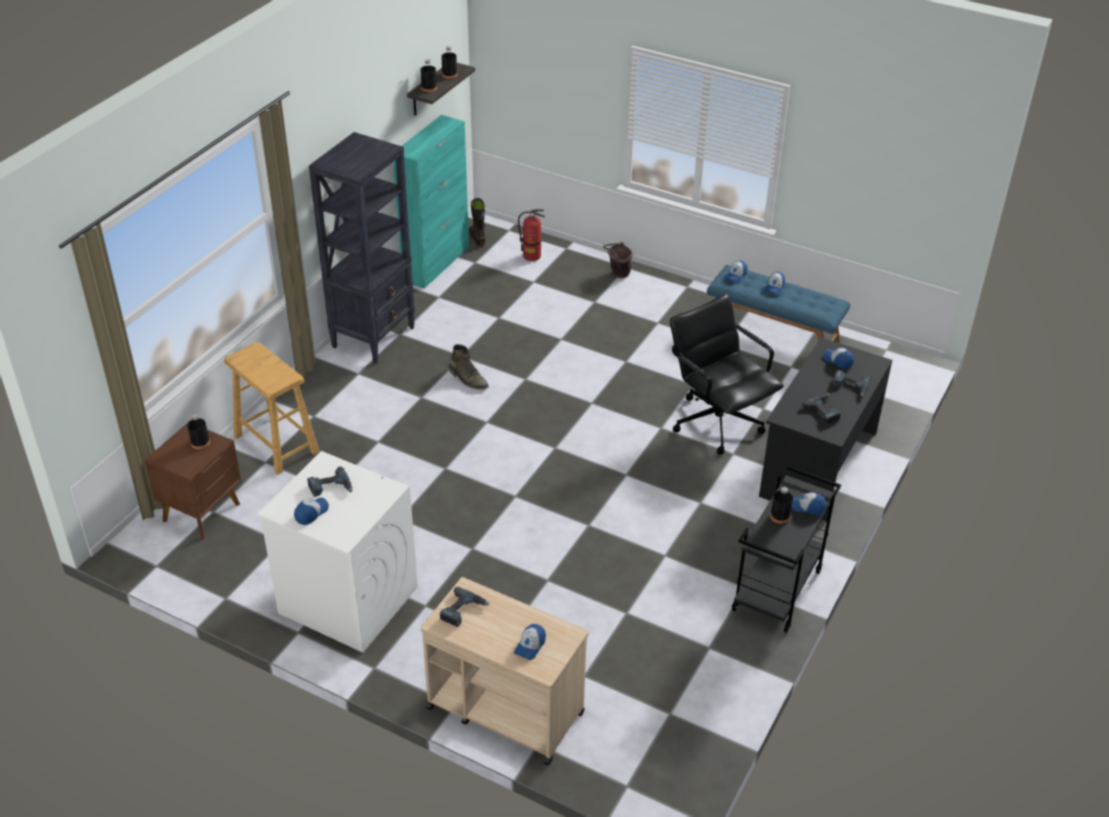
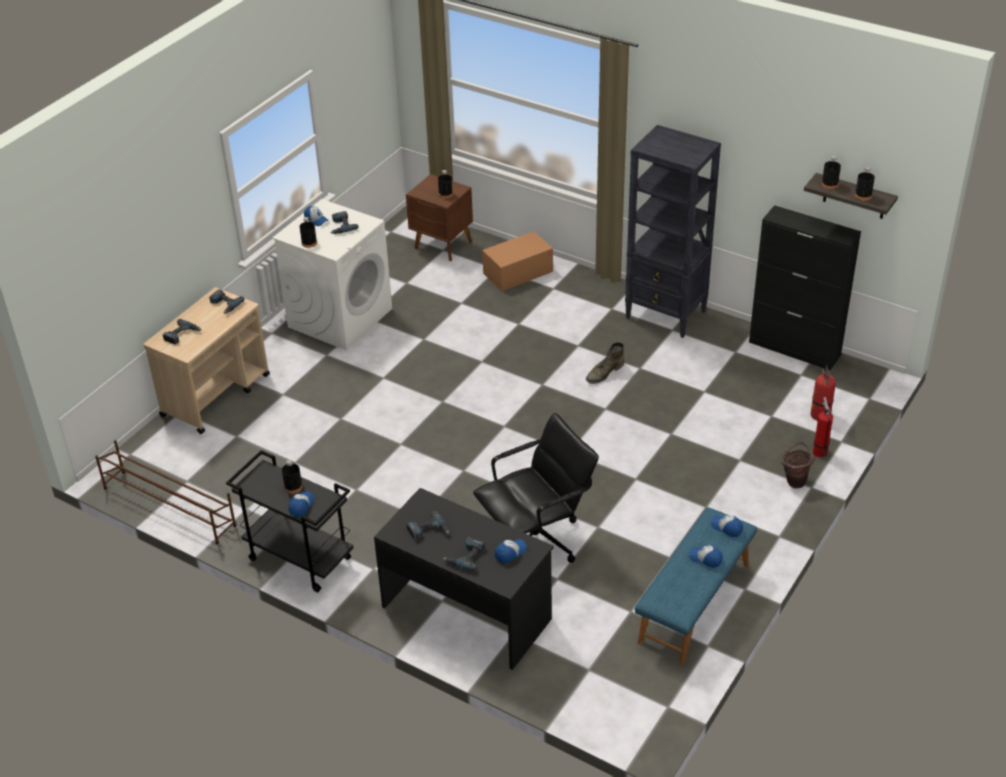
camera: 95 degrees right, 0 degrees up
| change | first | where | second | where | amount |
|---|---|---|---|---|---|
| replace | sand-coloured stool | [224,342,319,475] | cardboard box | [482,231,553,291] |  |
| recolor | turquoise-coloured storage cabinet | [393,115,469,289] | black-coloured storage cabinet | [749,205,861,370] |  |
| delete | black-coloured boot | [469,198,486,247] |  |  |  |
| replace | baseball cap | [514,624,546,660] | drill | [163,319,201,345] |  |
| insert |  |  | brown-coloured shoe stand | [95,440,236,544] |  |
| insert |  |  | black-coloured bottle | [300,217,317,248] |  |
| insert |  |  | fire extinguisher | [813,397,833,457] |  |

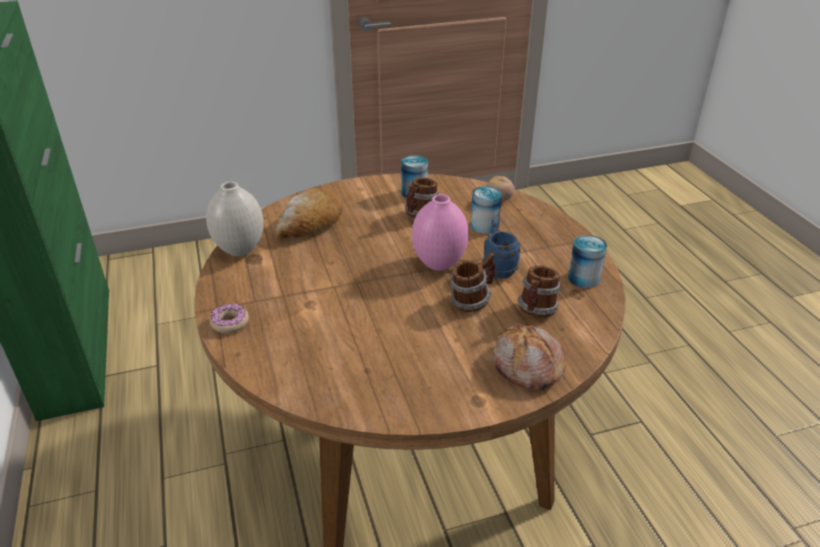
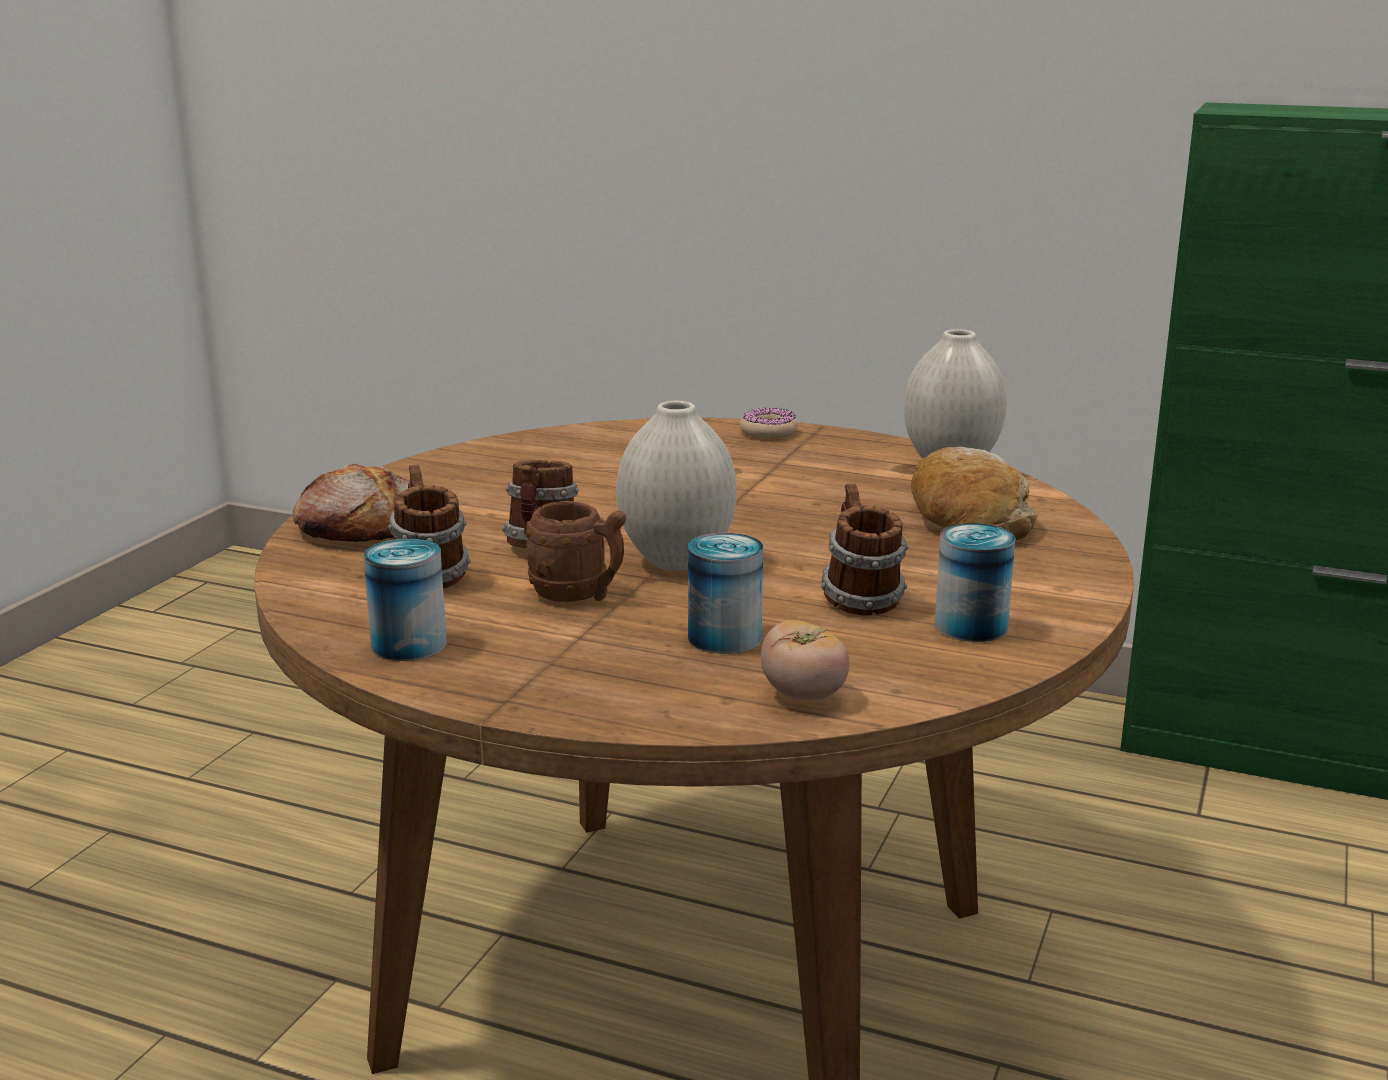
camera: 130 degrees right, 15 degrees down
| change | first | where | second | where | amount |
|---|---|---|---|---|---|
| recolor | pink decorative vase | [412,194,469,271] | white-coloured decorative vase | [616,401,737,571] |  |
| recolor | bluish mug | [483,220,520,279] | brown-coloured mug | [526,501,626,602] |  |

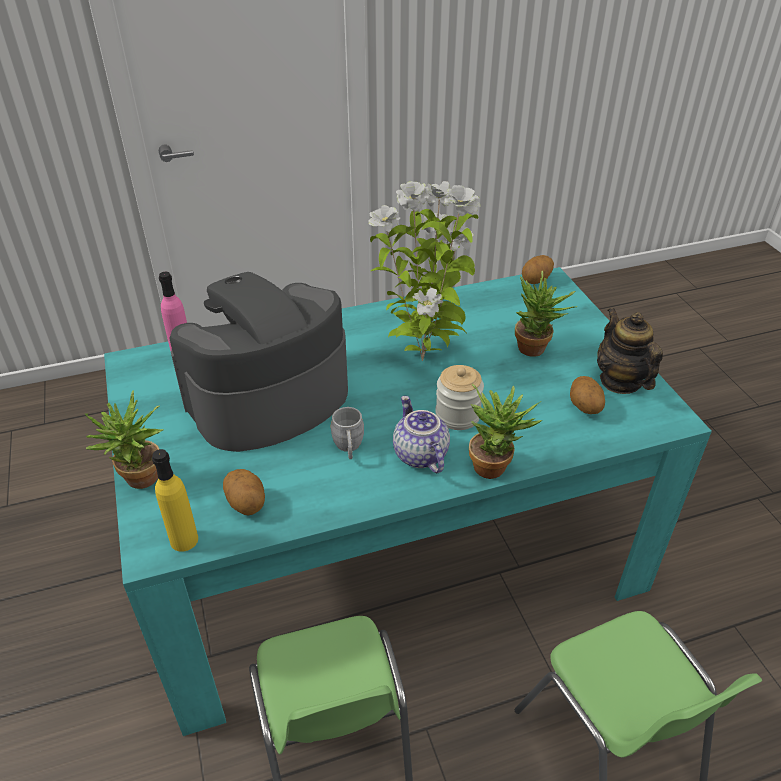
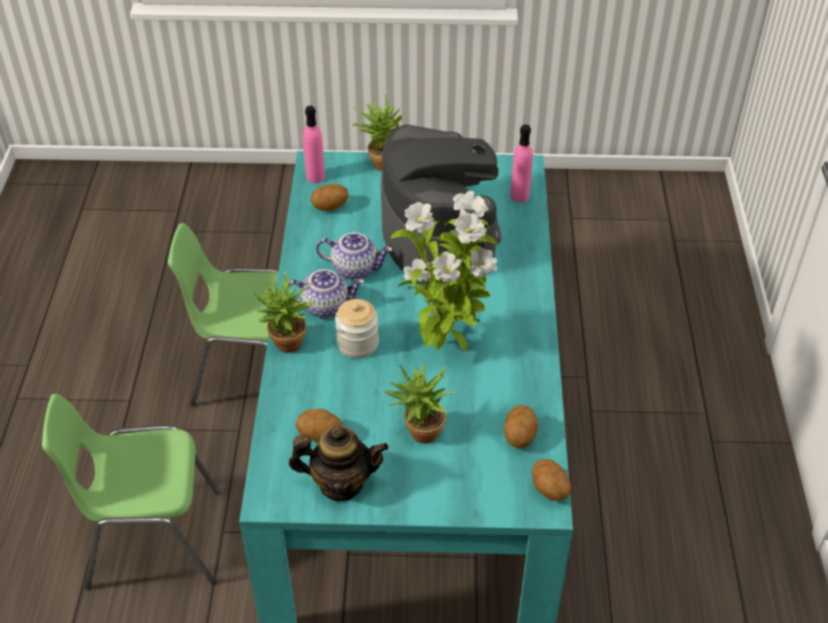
camera: 110 degrees right, 5 degrees up
| change | first | where | second | where | amount |
|---|---|---|---|---|---|
| recolor | yellow-coloured bottle | [152,449,198,552] | pink bottle | [303,106,325,183] |  |
| replace | gray mug | [330,407,364,459] | pot for tea | [316,233,393,280] |  |
| insert |  |  | whole potato | [504,405,538,448] |  |

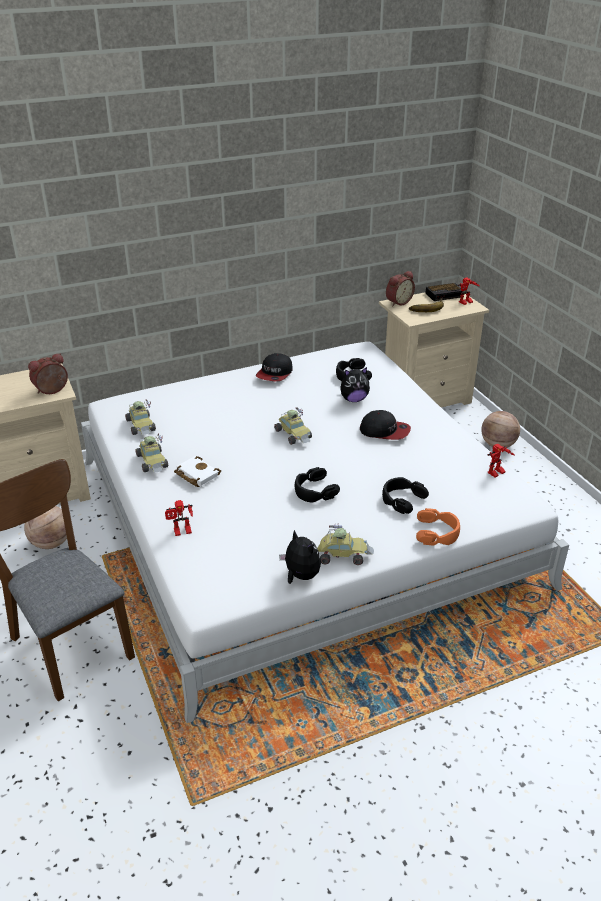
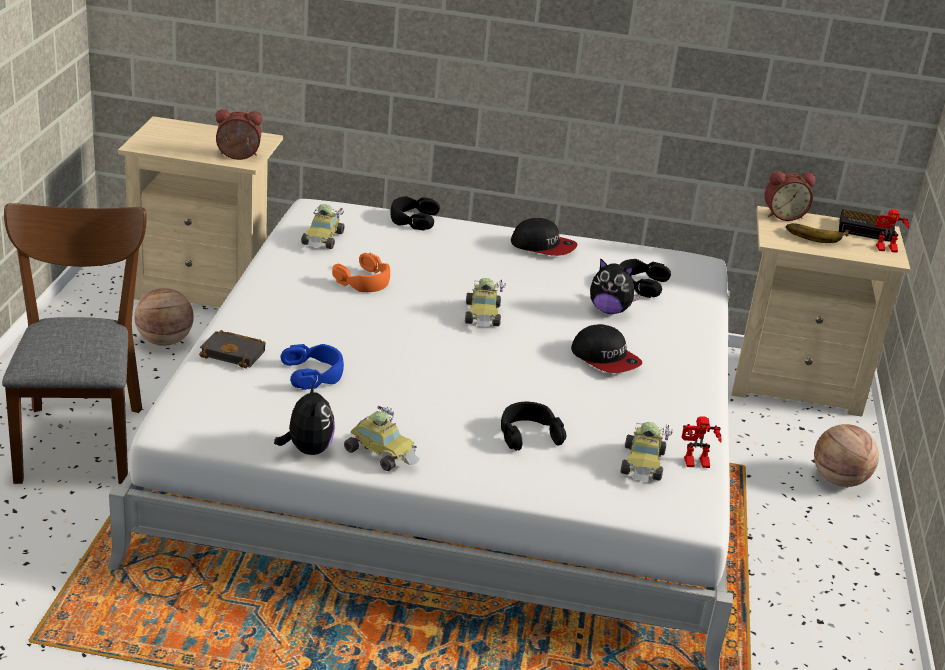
camera: 30 degrees right, 5 degrees down
| change | first | where | second | where | amount |
|---|---|---|---|---|---|
| move | model car | [136,434,168,472] |  | [620,422,673,481] |  |
| replace | model robot | [165,500,193,536] | black-coloured book | [199,330,266,368] |  |
| delete | white-coloured book | [174,456,221,487] |  |  |  |
| rotate | baseball cap | [256,353,293,381] |  | [511,218,578,256] | 120 degrees counterclockwise |
| move | black-coloured headphones | [295,467,340,503] |  | [390,196,440,231] |  |
| move | orange-coloured headphones | [416,508,460,546] |  | [332,253,390,292] |  |
| insert |  |  | bluish headphones | [281,344,344,390] |  |

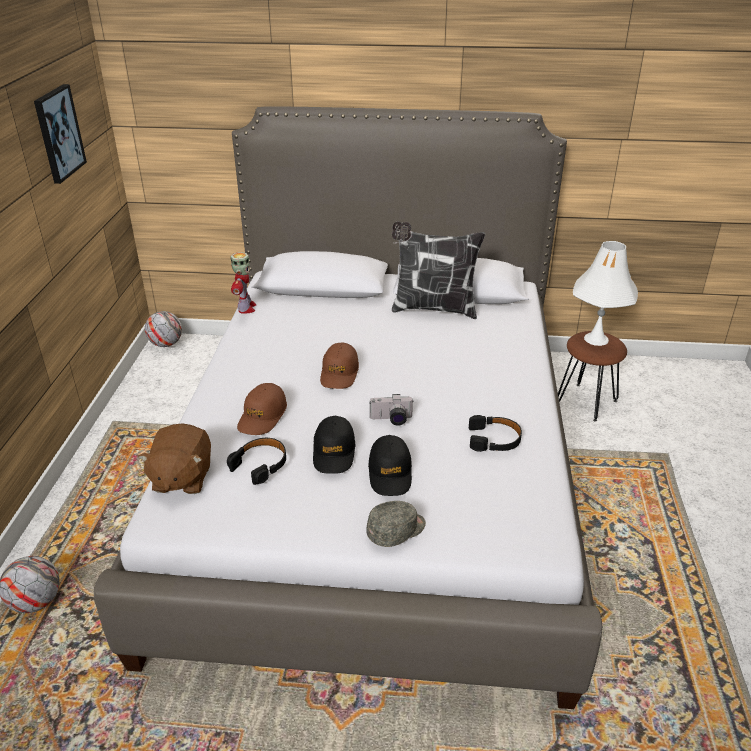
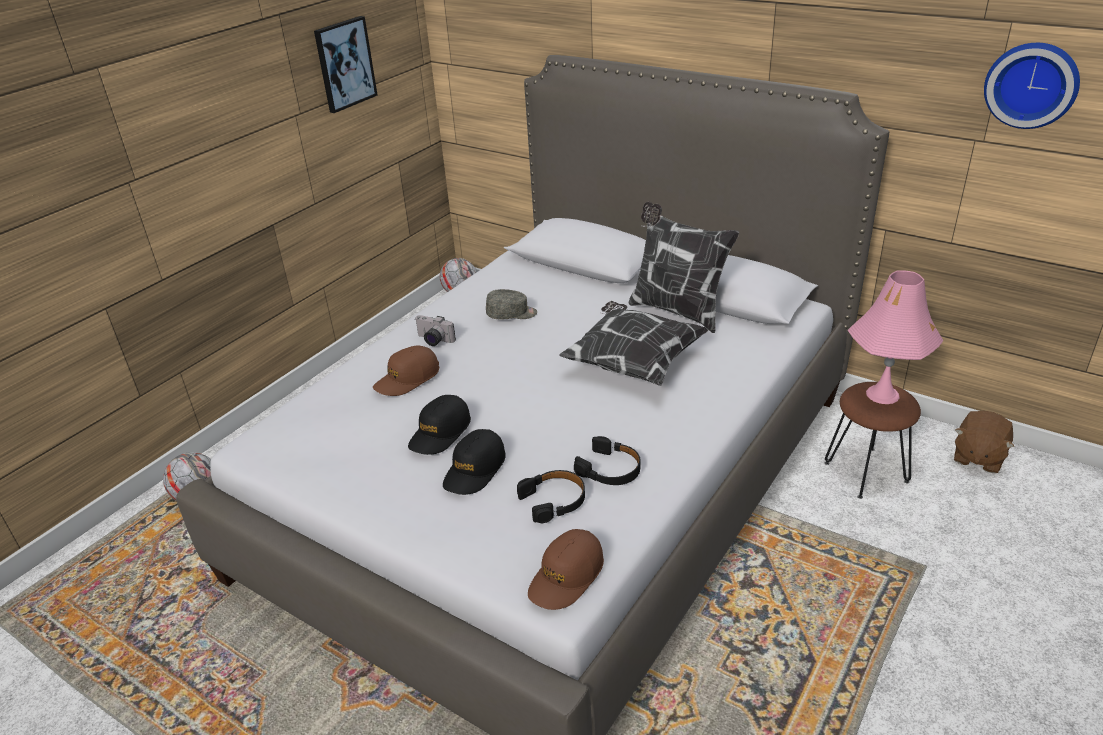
camera: 30 degrees right, 0 degrees up
| change | first | where | second | where | amount |
|---|---|---|---|---|---|
| move | brown-coloured soft toy | [138,423,211,494] |  | [954,411,1014,473] |  |
| move | black-coloured headphones | [227,438,286,485] |  | [517,470,585,523] |  |
| delete | model robot | [230,252,256,314] |  |  |  |
| move | brown-coloured baseball cap | [320,342,359,389] |  | [528,529,604,610] |  |
| move | gray baseball cap | [366,501,426,547] |  | [486,289,537,320] |  |
| move | still camera | [369,394,414,426] |  | [415,315,456,346] |  |
| recolor | white-coloured tabletop lamp | [573,241,638,346] | pink tabletop lamp | [848,270,944,404] |  |
| insert |  |  | throw pillow | [559,301,709,386] |  |
| insert |  |  | hanging clock | [984,43,1080,129] |  |

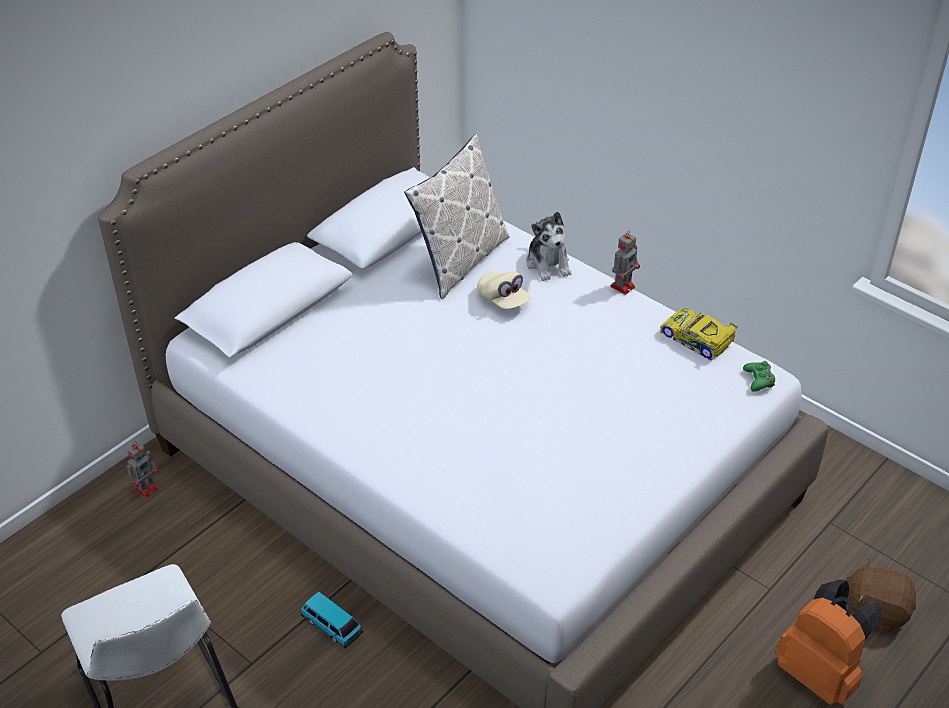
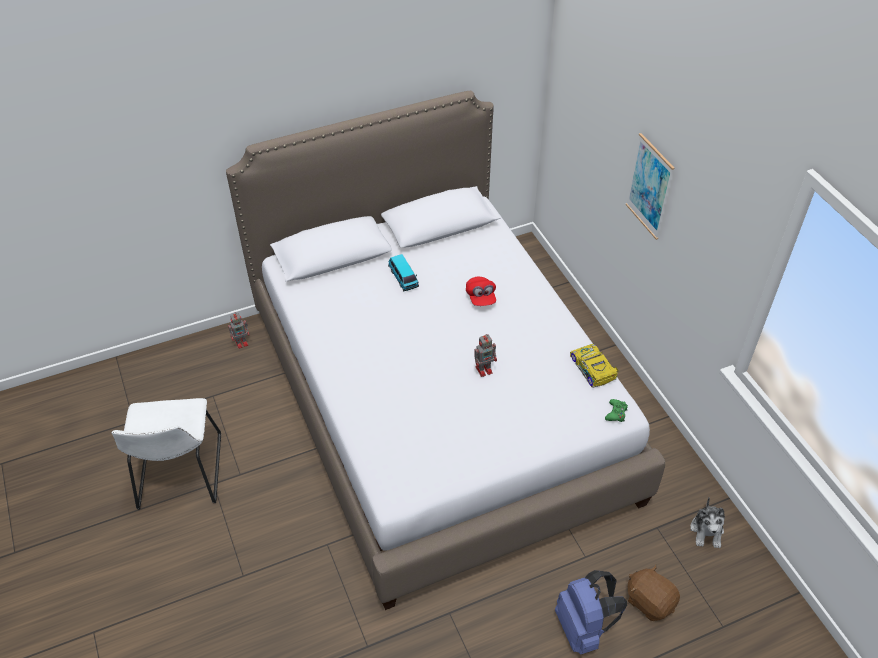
camera: 25 degrees right, 5 degrees up
| change | first | where | second | where | amount |
|---|---|---|---|---|---|
| move | model car | [301,592,363,648] |  | [388,254,419,291] |  |
| delete | throw pillow | [404,134,509,299] |  |  |  |
| recolor | sand-coloured baseball cap | [477,272,531,309] | red baseball cap | [466,277,496,306] |  |
| move | soft toy | [526,211,571,281] |  | [690,497,725,548] |  |
| move | model robot | [610,230,640,295] |  | [474,334,497,377] |  |
| recolor | orange-coloured backpack | [776,579,881,705] | bluish backpack | [555,570,627,655] |  |
| insert |  |  | picture | [626,133,674,240] |  |

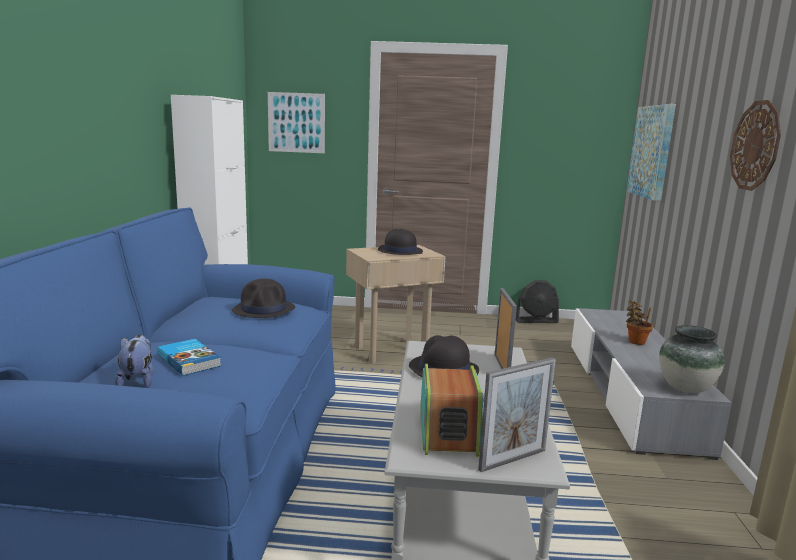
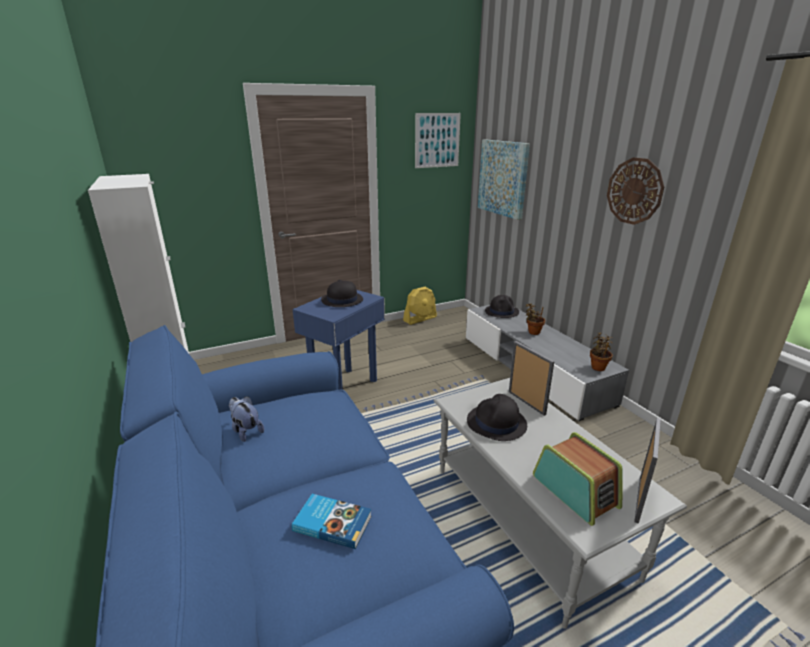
camera: 30 degrees left, 10 degrees up
| change | first | where | second | where | amount |
|---|---|---|---|---|---|
| move | soft toy | [115,335,154,388] |  | [229,396,264,442] |  |
| move | black-coloured wearable hat | [231,279,295,318] |  | [485,295,519,318] |  |
| move | picture | [268,92,325,153] |  | [415,113,461,168] |  |
| recolor | sand-coloured side table | [346,245,446,363] | bluish side table | [292,290,385,390] |  |
| recolor | black-coloured fan | [516,280,559,323] | yellow-coloured fan | [403,287,437,325] |  |
| replace | decorative vase | [659,325,725,393] | potted plant | [590,332,613,371] |  |

